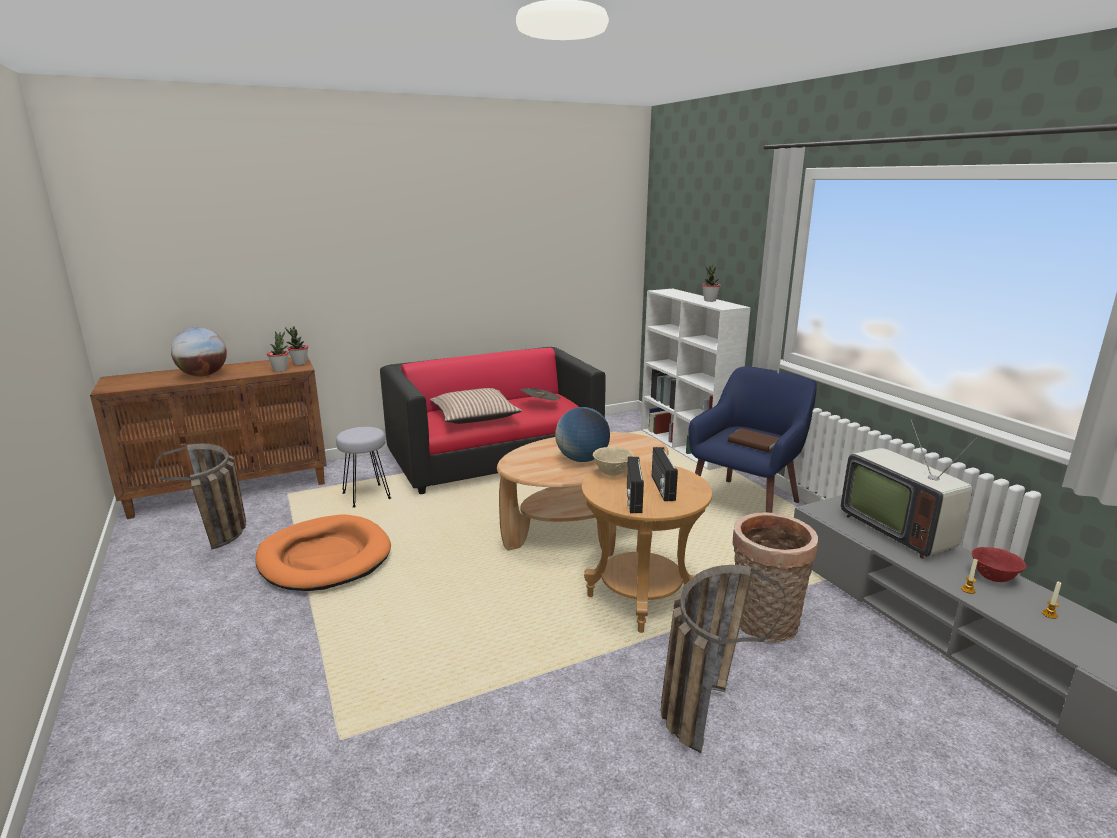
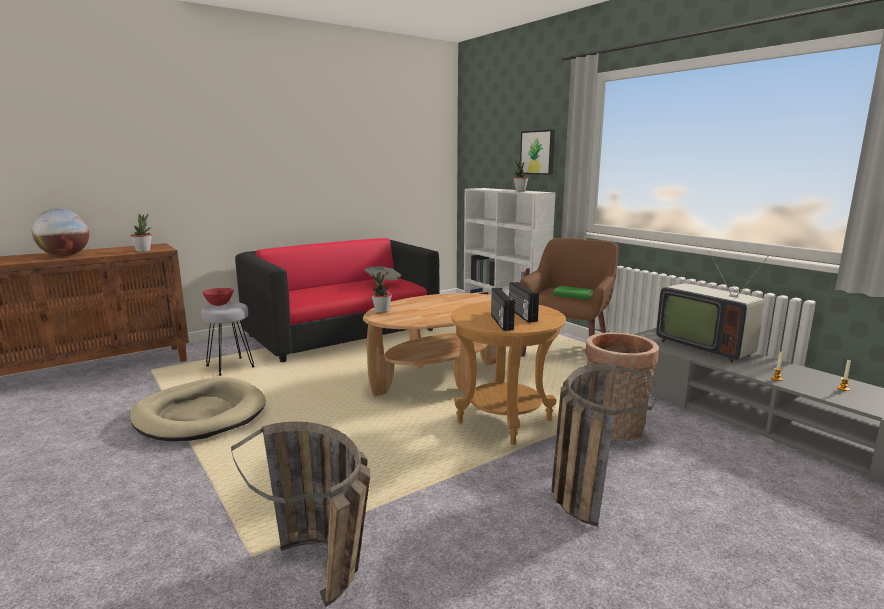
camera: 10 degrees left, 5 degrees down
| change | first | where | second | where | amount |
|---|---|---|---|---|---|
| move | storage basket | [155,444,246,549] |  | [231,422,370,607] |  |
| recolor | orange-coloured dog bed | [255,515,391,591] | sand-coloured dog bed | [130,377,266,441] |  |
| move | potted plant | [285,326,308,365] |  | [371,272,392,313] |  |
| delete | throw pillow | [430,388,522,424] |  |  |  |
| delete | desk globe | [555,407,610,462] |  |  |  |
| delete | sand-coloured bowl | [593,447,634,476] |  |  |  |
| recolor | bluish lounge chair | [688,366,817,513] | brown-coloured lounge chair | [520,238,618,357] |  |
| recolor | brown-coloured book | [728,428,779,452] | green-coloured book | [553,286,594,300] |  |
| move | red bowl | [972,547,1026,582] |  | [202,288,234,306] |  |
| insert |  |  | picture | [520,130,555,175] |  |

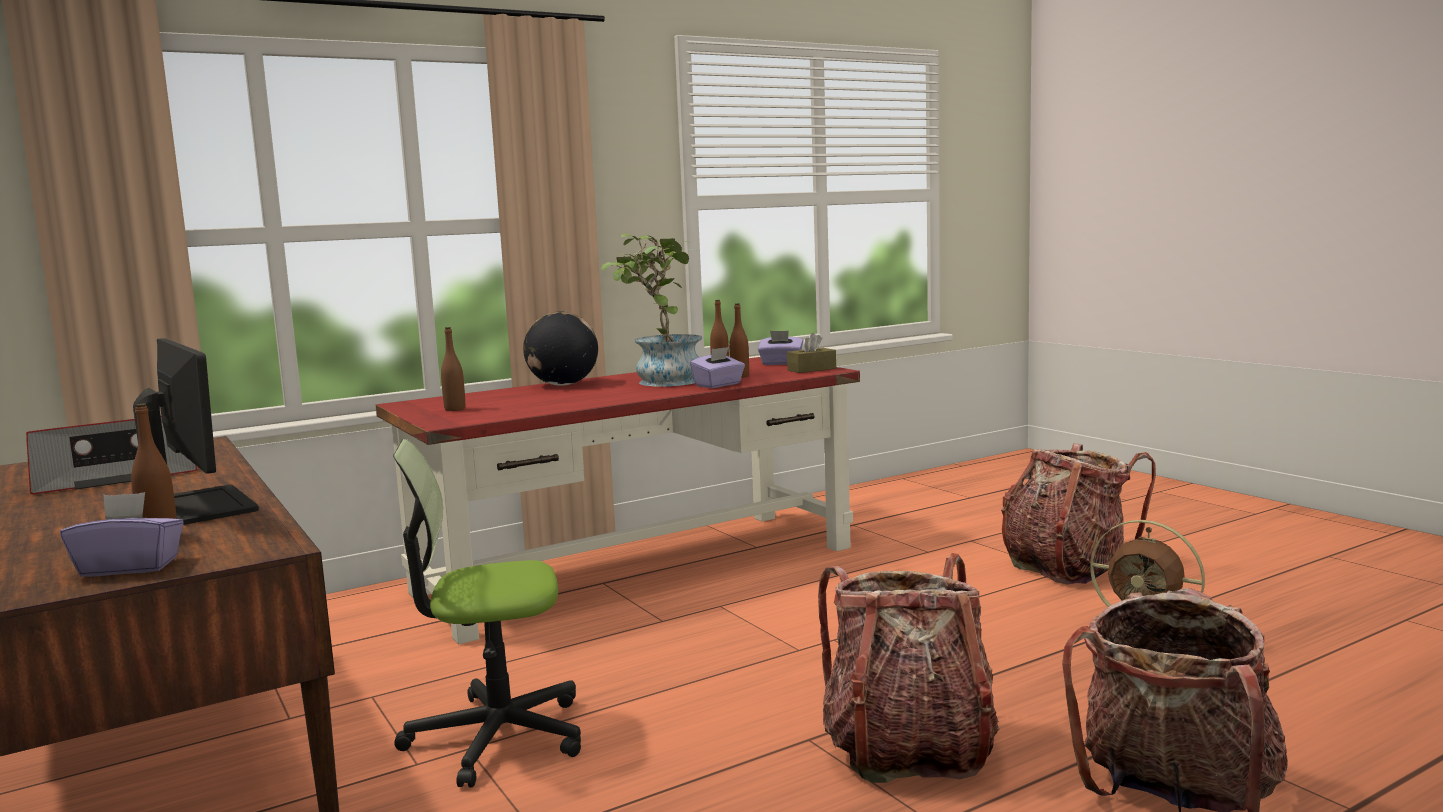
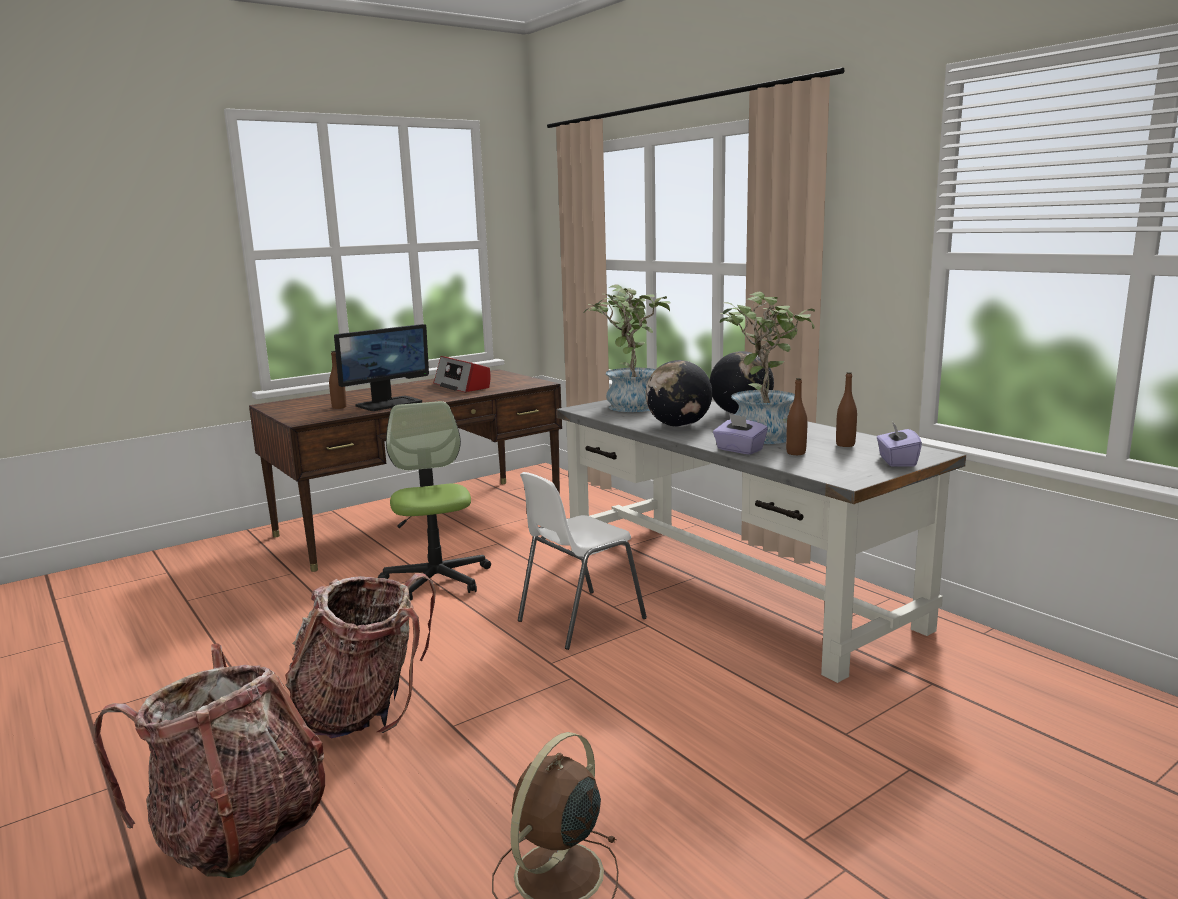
camera: 85 degrees right, 5 degrees up
| change | first | where | second | where | amount |
|---|---|---|---|---|---|
| delete | purplish tissue holder | [60,492,184,577] |  |  |  |
| recolor | red desk table | [375,357,860,645] | gray desk table | [556,400,966,683] |  |
| replace | brown-coloured bottle | [441,327,465,411] | potted plant | [584,285,671,412] |  |
| delete | brown-coloured tissue holder | [787,333,836,373] |  |  |  |
| delete | backpack | [1001,443,1156,584] |  |  |  |
| insert |  |  | white-coloured plain chair | [518,472,647,650] |  |
| insert |  |  | desk globe | [645,360,712,427] |  |

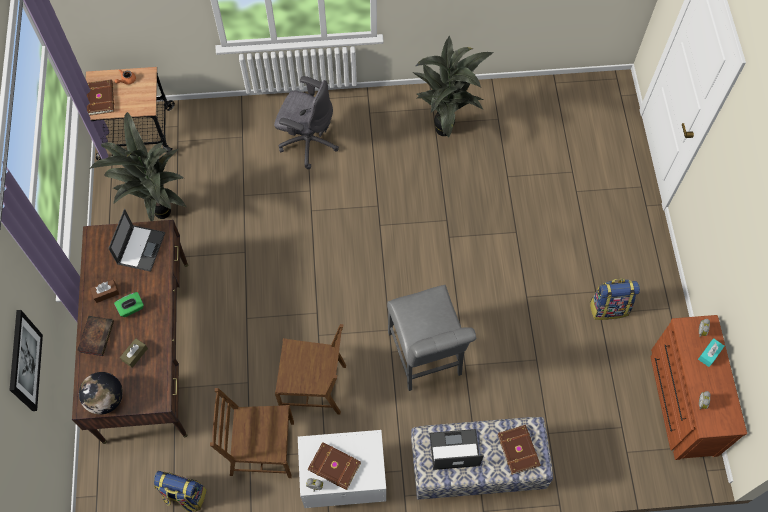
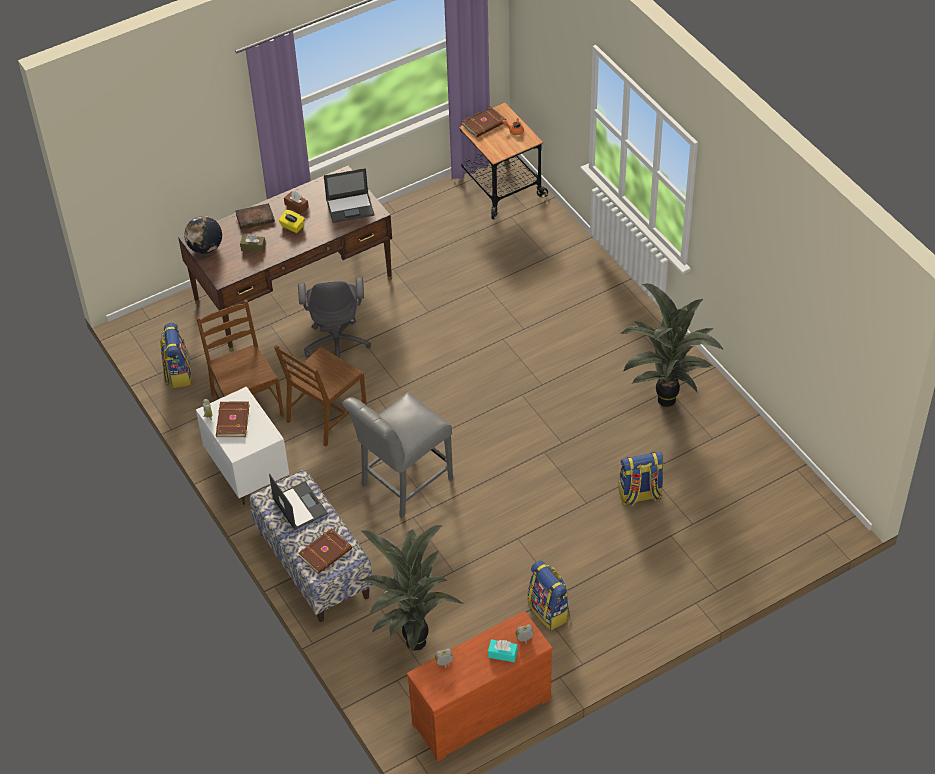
camera: 65 degrees right, 15 degrees down
| change | first | where | second | where | amount |
|---|---|---|---|---|---|
| delete | picture | [10,310,43,411] |  |  |  |
| move | potted plant | [90,112,186,221] |  | [360,525,463,652] |  |
| recolor | green-coloured tissue holder | [114,292,144,317] | yellow-coloured tissue holder | [279,210,305,233] |  |
| move | gray desk chair | [274,76,339,169] |  | [298,277,371,358] |  |
| rotate | brown-coloured plain chair | [275,324,346,414] |  | [274,345,367,447] | 60 degrees clockwise |
| insert |  |  | backpack | [619,452,664,506] |  |

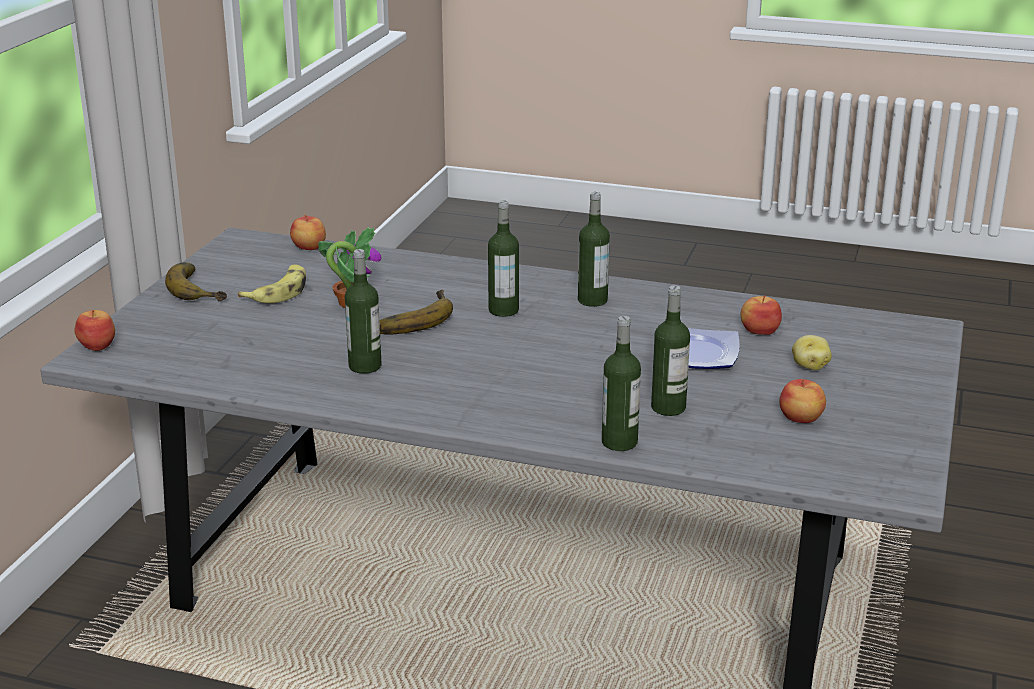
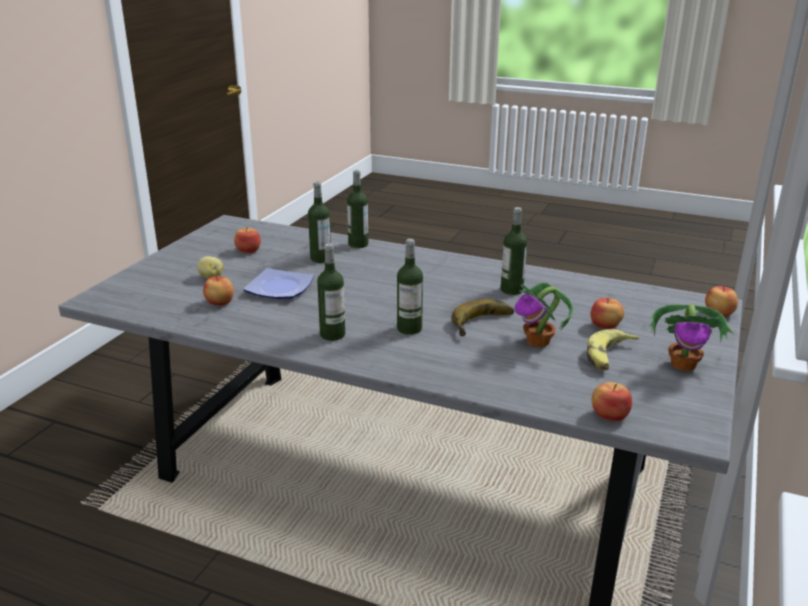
camera: 175 degrees left, 0 degrees up
| change | first | where | second | where | amount |
|---|---|---|---|---|---|
| replace | banana fruit | [165,262,227,302] | potted plant | [649,304,733,371] |  |
| insert |  |  | apple fruit | [591,297,624,329] |  |

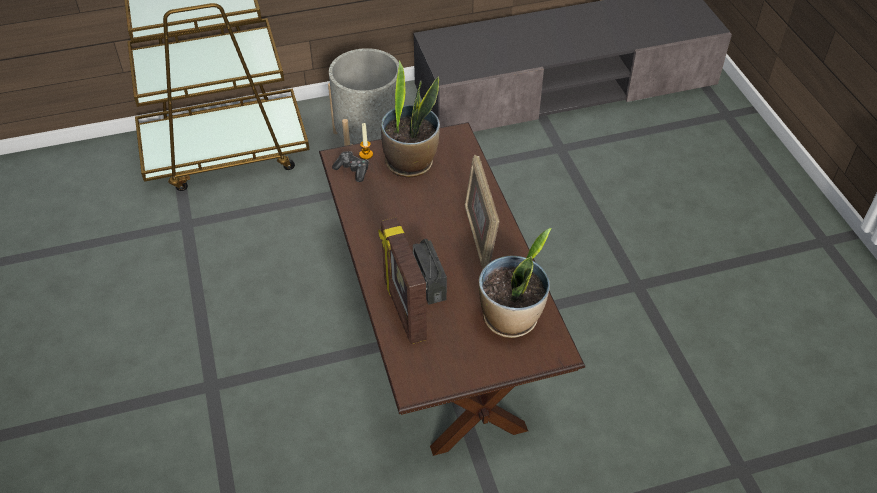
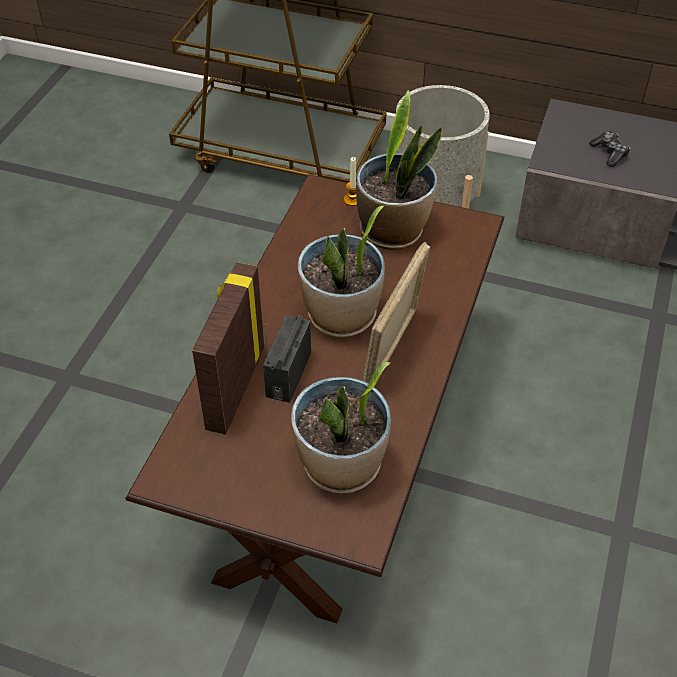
camera: 35 degrees right, 0 degrees up
| change | first | where | second | where | amount |
|---|---|---|---|---|---|
| move | game controller | [332,151,369,182] |  | [589,131,630,167] |  |
| insert |  |  | potted plant | [298,206,385,337] |  |

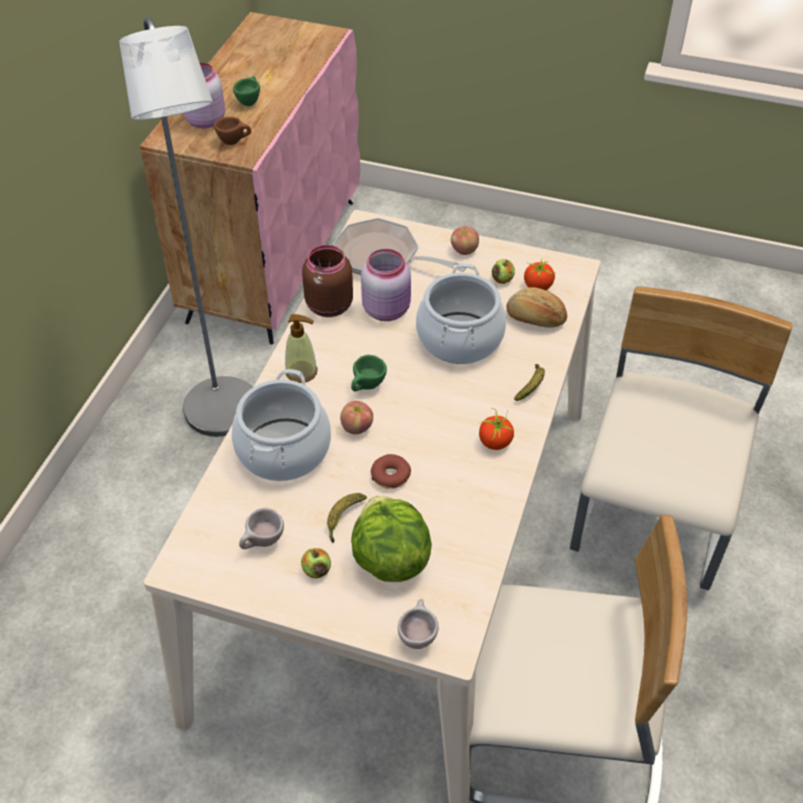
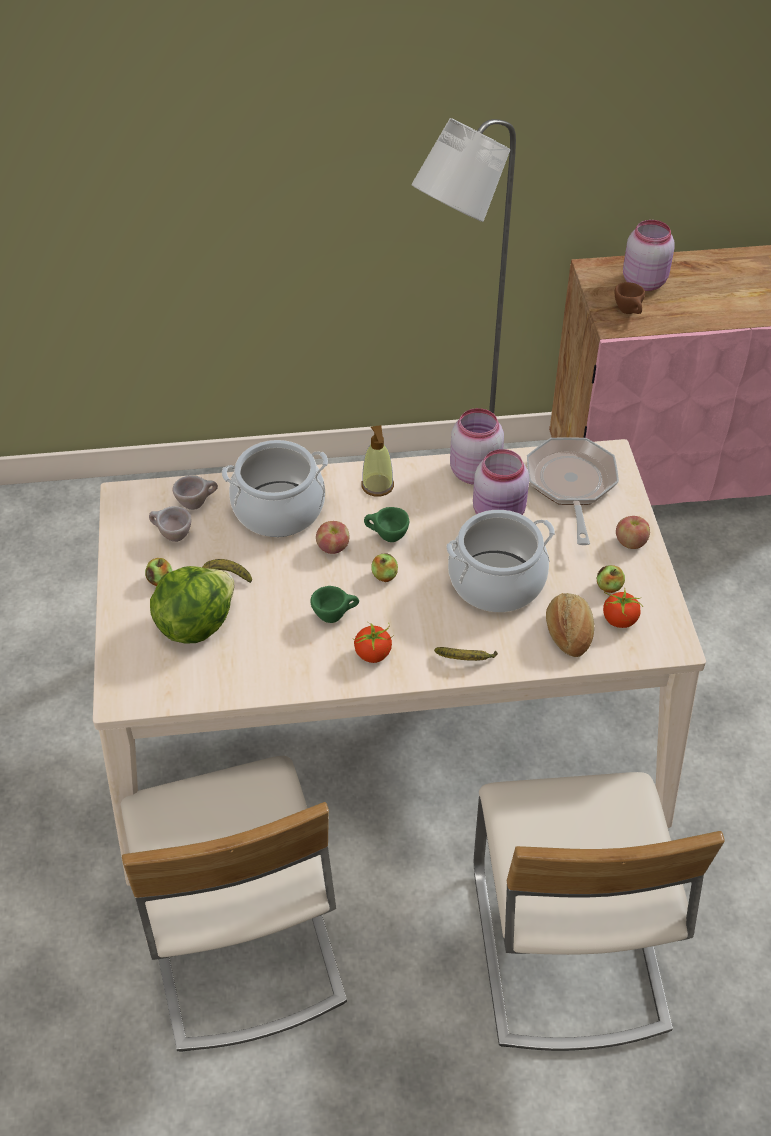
camera: 65 degrees right, 0 degrees up
| change | first | where | second | where | amount |
|---|---|---|---|---|---|
| move | green-coloured drinking cup | [233,76,260,106] |  | [310,586,359,623] |  |
| recolor | brown-coloured jar | [302,245,353,317] | pink jar | [450,408,504,485] |  |
| delete | doughnut | [371,454,411,489] |  |  |  |
| move | sand-coloured drinking cup | [398,599,438,649] |  | [173,475,218,510] |  |
| rotate | sand-coloured plain chair | [570,286,793,590] |  | [474,772,725,1051] | 90 degrees clockwise |
| insert |  |  | apple fruit | [371,554,398,582] |  |

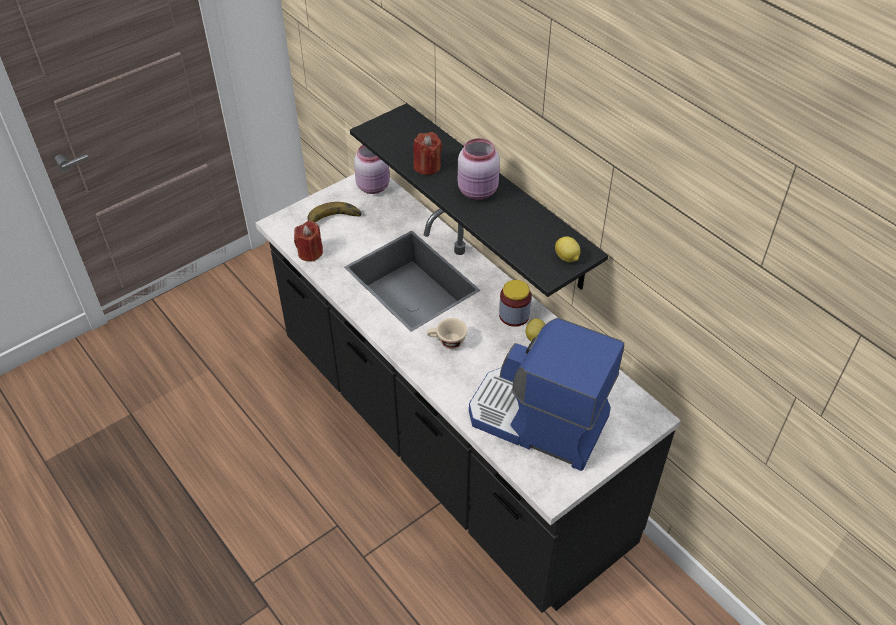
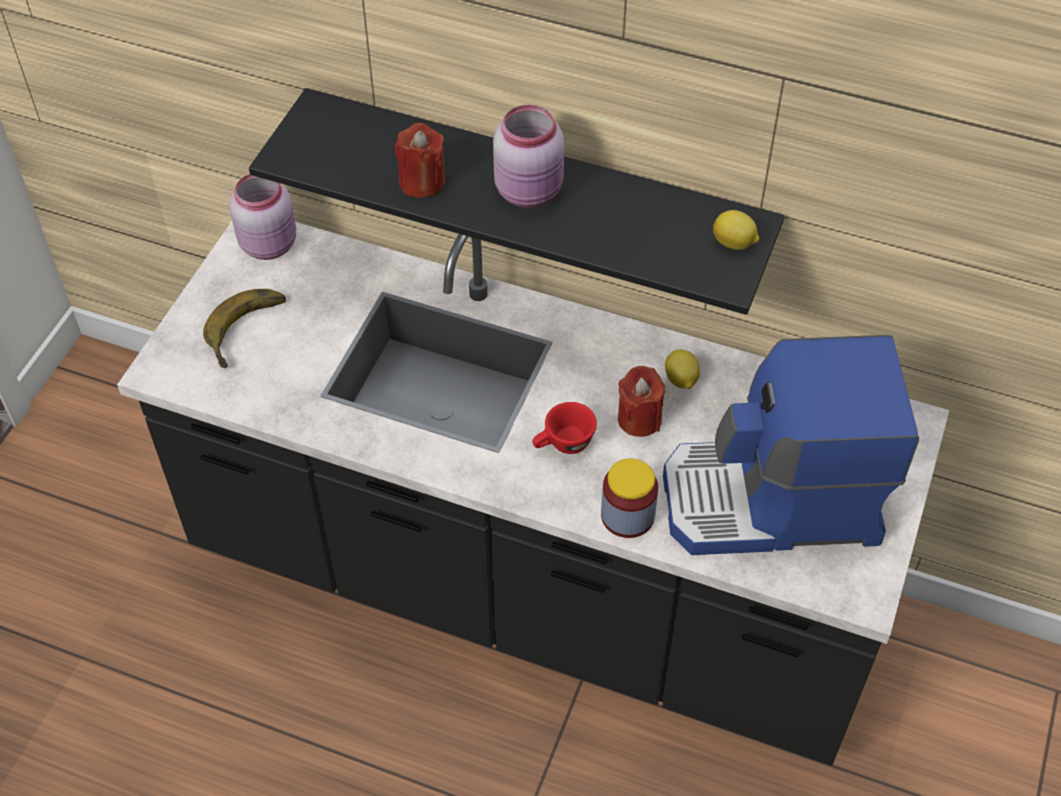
camera: 30 degrees left, 5 degrees up
| change | first | where | second | where | amount |
|---|---|---|---|---|---|
| move | red wax light | [294,221,323,262] |  | [618,366,665,437] |  |
| recolor | sand-coloured drinking cup | [427,318,468,349] | red drinking cup | [533,402,597,454] |  |
| move | jar | [499,280,531,327] |  | [601,458,658,538] |  |

